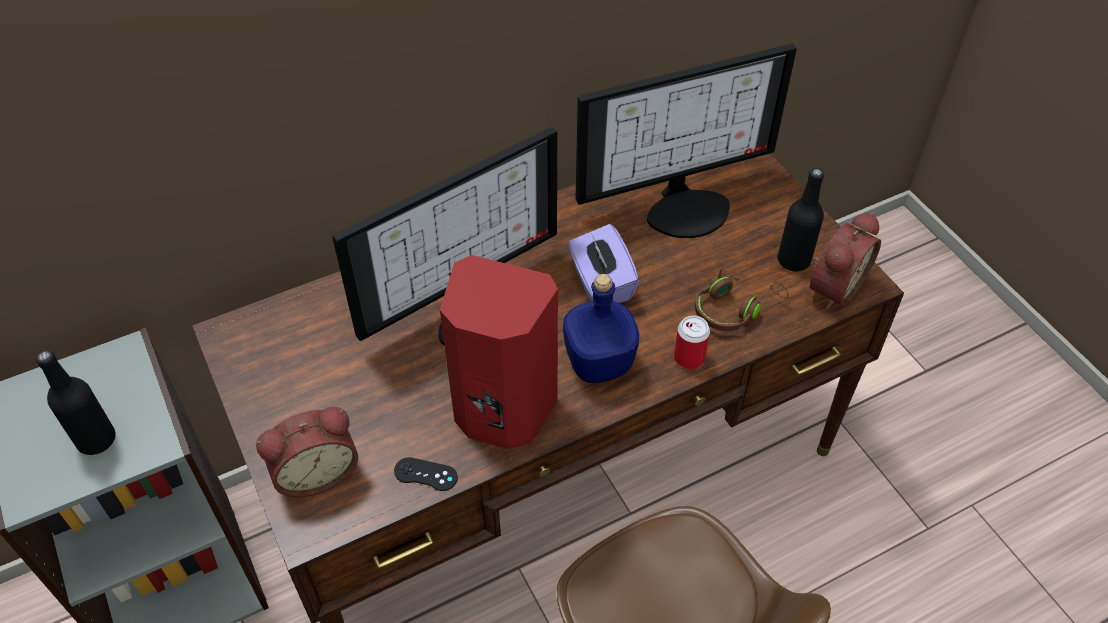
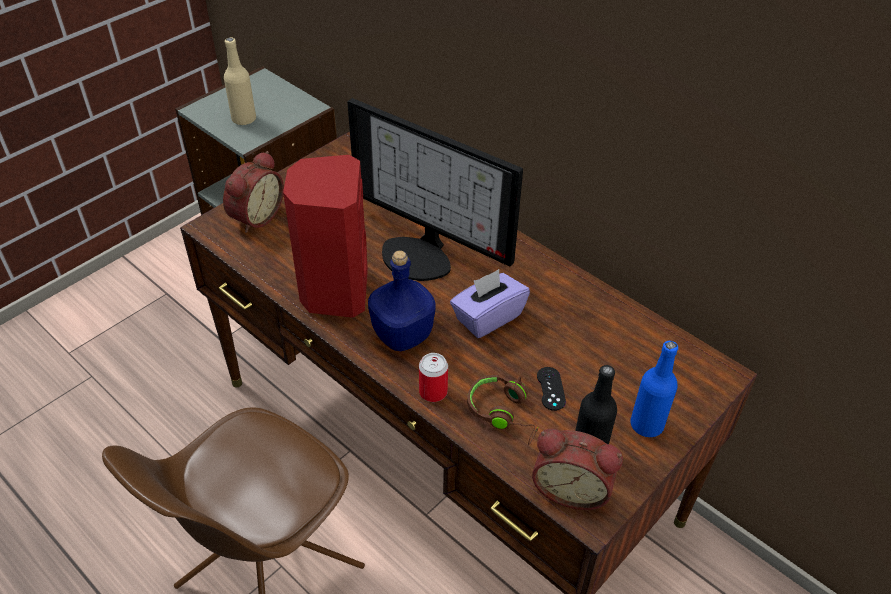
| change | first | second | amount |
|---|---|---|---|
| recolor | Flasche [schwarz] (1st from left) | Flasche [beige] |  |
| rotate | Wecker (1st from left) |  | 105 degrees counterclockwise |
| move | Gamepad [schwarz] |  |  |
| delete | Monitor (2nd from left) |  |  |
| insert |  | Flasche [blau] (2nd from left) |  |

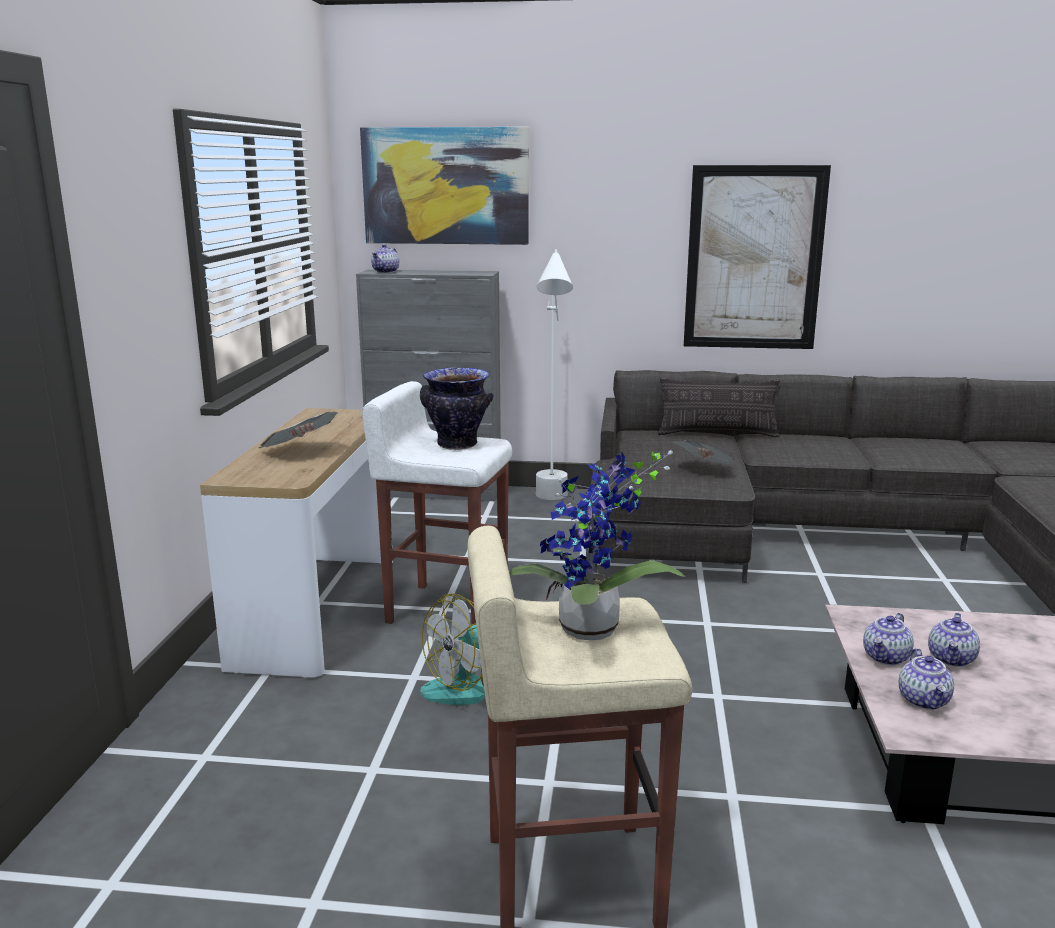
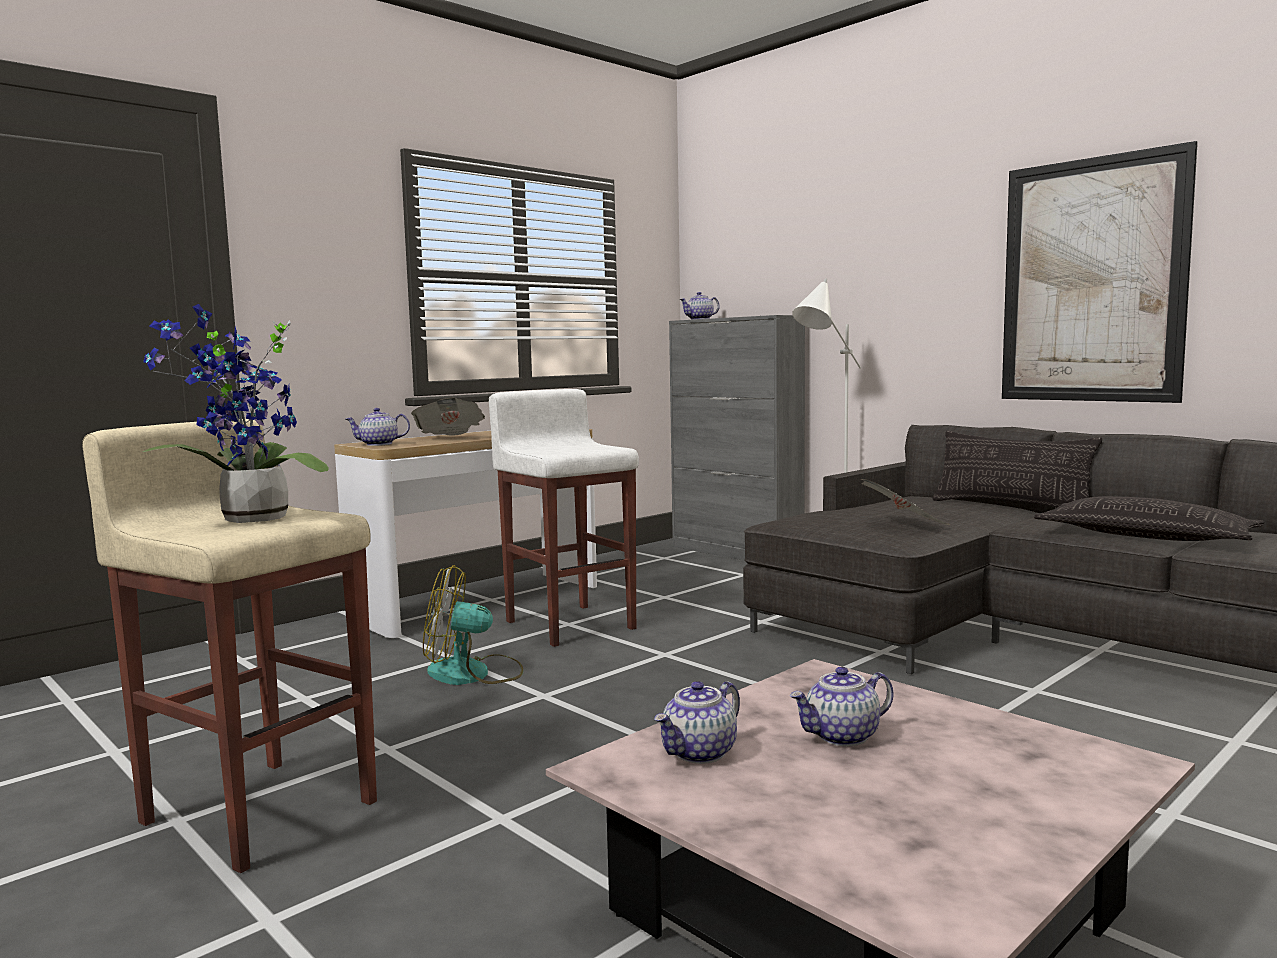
| change | first | second | amount |
|---|---|---|---|
| delete | Bild (1st from left) |  |  |
| delete | Vase |  |  |
| move | Teekanne (2nd from left in the first image) | Teekanne (1st from left) |  |
| insert |  | Kissen (2nd from left) |  |

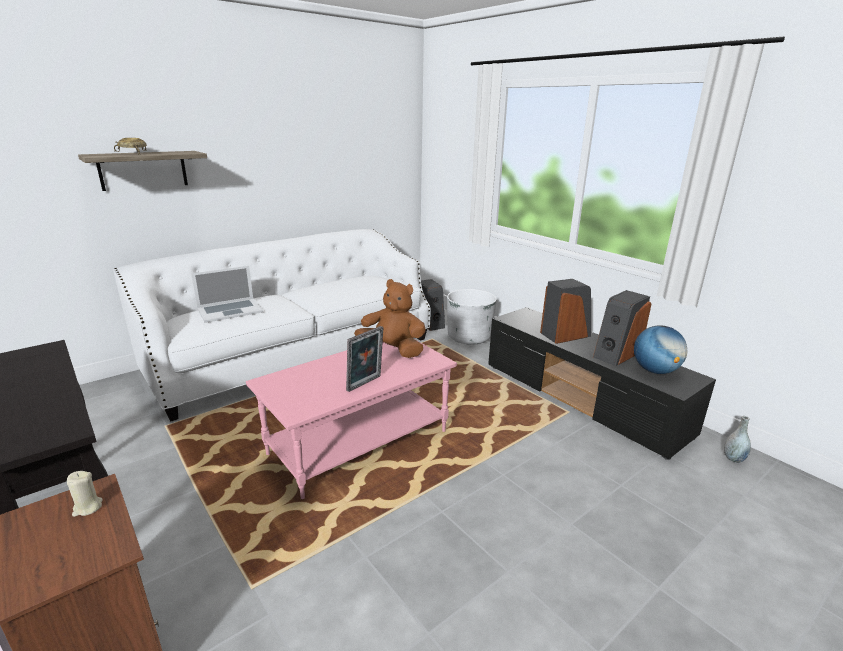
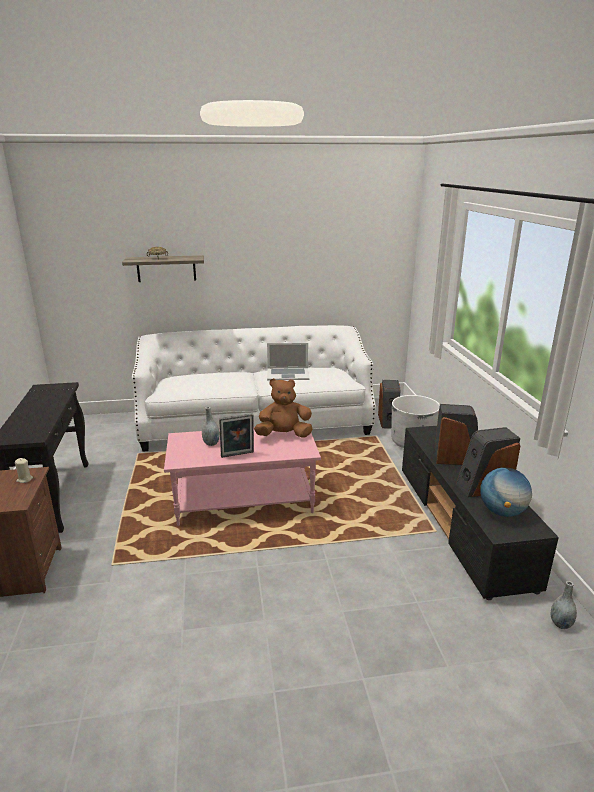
| change | first | second | amount |
|---|---|---|---|
| move | Laptop |  |  |
| rotate | Plüschtier [braun] |  | 60 degrees counterclockwise |
| insert |  | Vase [grau] (1st from left) |  |

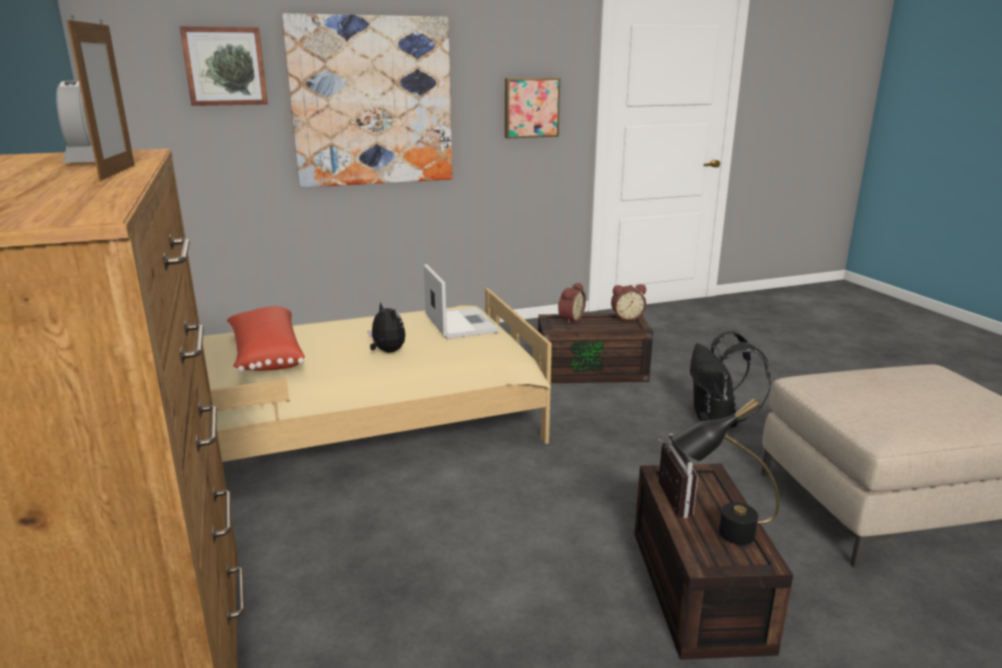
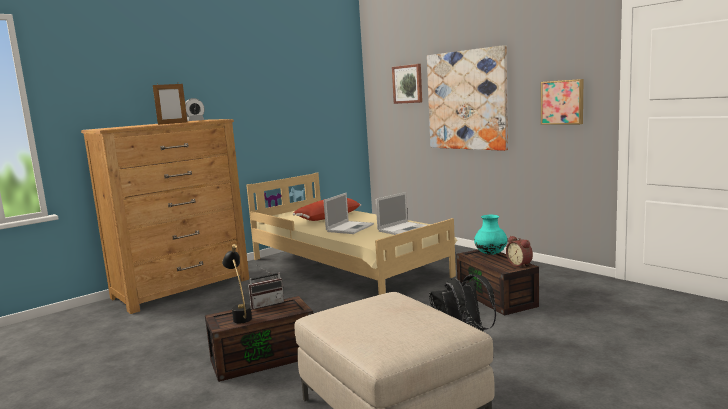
| change | first | second | amount |
|---|---|---|---|
| replace | Plüschtier | Laptop (1st from left) |  |
| replace | Wecker (2nd from left) | Vase [türkis] |  |

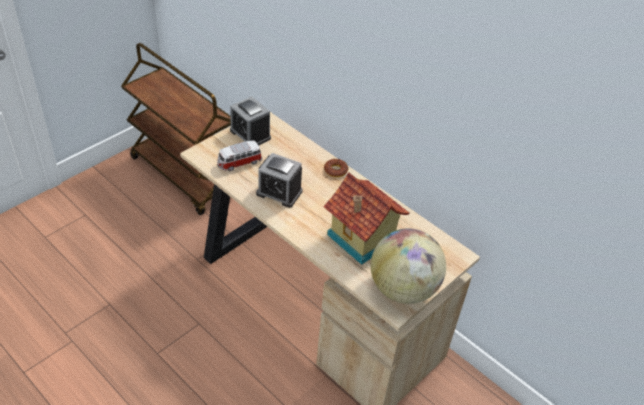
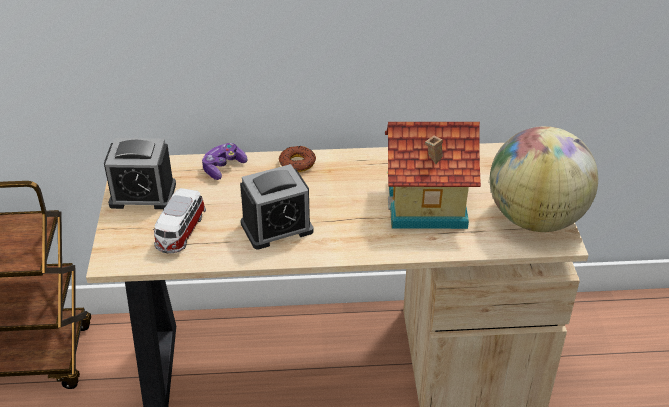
| change | first | second | amount |
|---|---|---|---|
| insert |  | Gamepad |  |

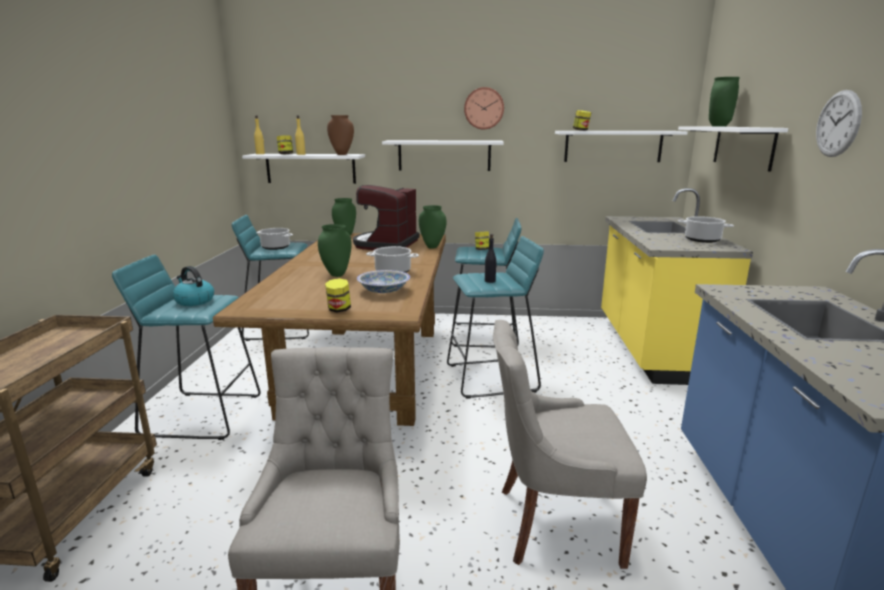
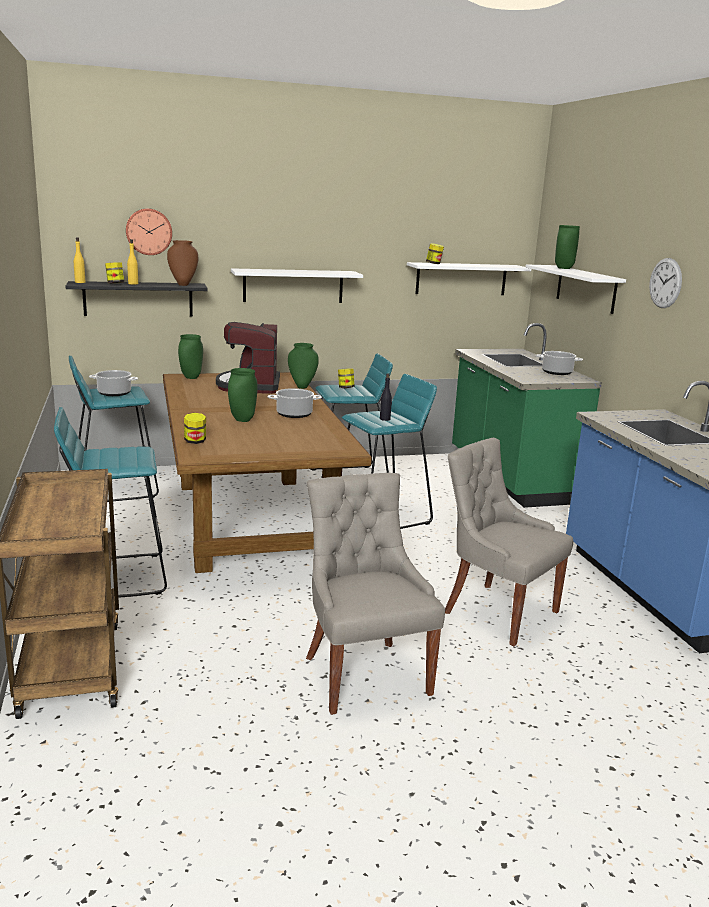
| change | first | second | amount |
|---|---|---|---|
| delete | Wasserkessel |  |  |
| recolor | Wandregal [weiß] (1st from left) | Wandregal [schwarz] |  |
| move | Vorratsglas (2nd from left) |  |  |
| delete | Schüssel |  |  |
| move | Wanduhr (1st from left) |  |  |
| rotate | Stuhl [grau] (2nd from left) |  | 60 degrees clockwise |
| recolor | Küchenzeile [gelb] | Küchenzeile [grün] |  |

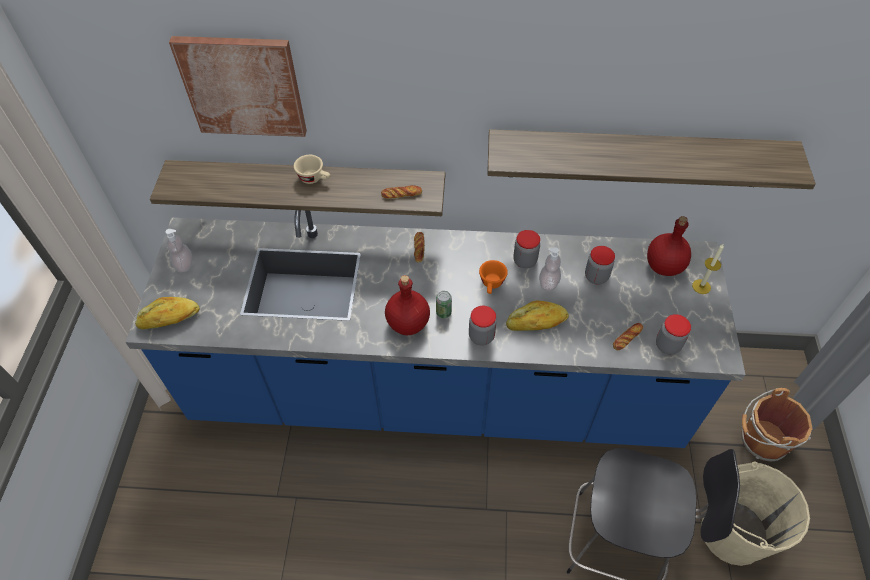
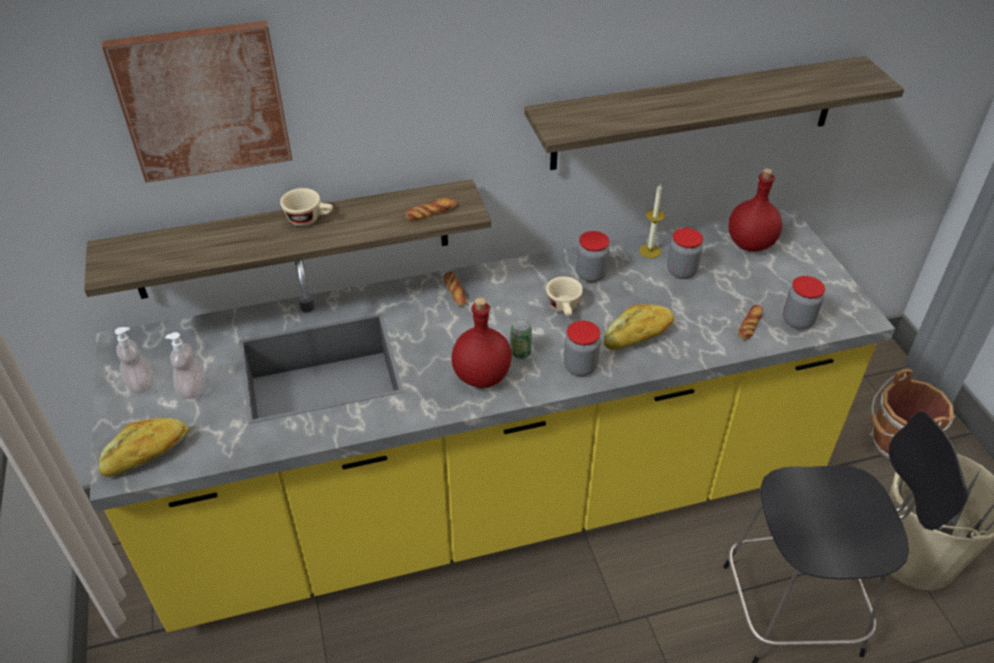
| change | first | second | amount |
|---|---|---|---|
| recolor | Küchenzeile [blau] | Küchenzeile [gelb] |  |
| recolor | Tasse [orange] | Tasse [beige] (2nd from left) |  |
| move | Seifenspender (2nd from left) |  |  |
| move | Kerze |  |  |

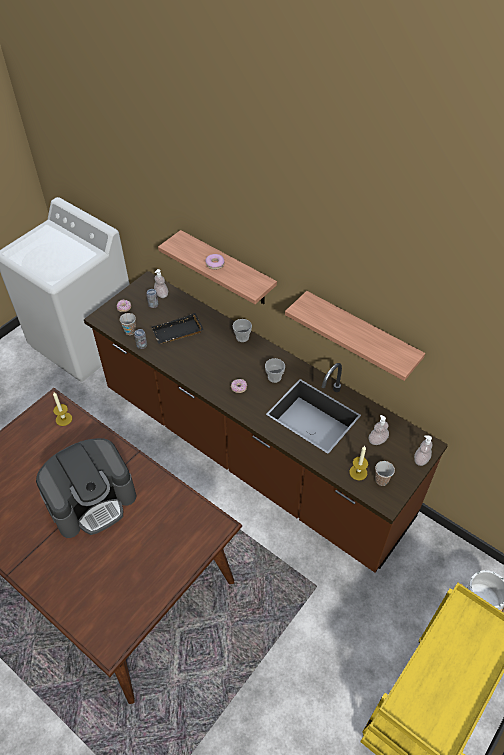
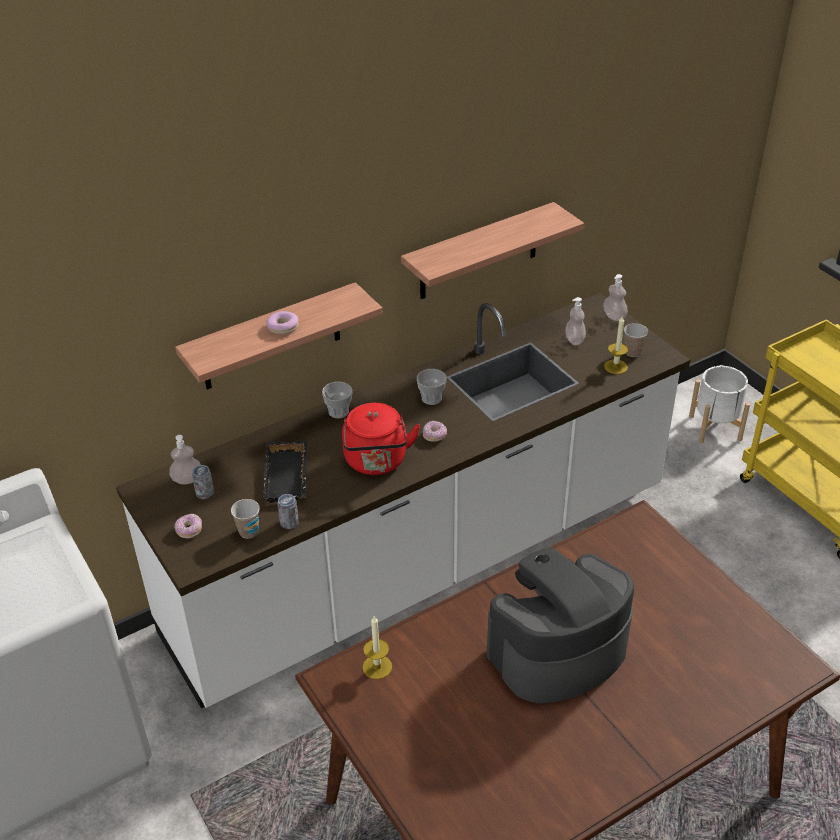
| change | first | second | amount |
|---|---|---|---|
| rotate | Kaffeemaschine |  | 105 degrees counterclockwise |
| recolor | Küchenzeile [braun] | Küchenzeile [weiß] |  |
| insert |  | Wasserkessel [rot] |  |

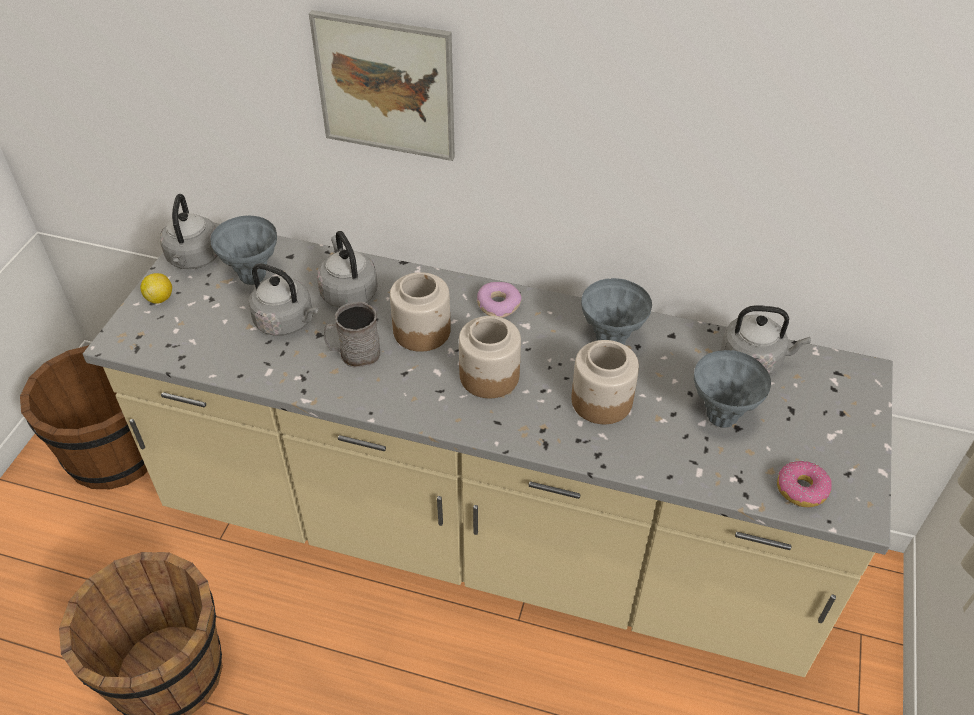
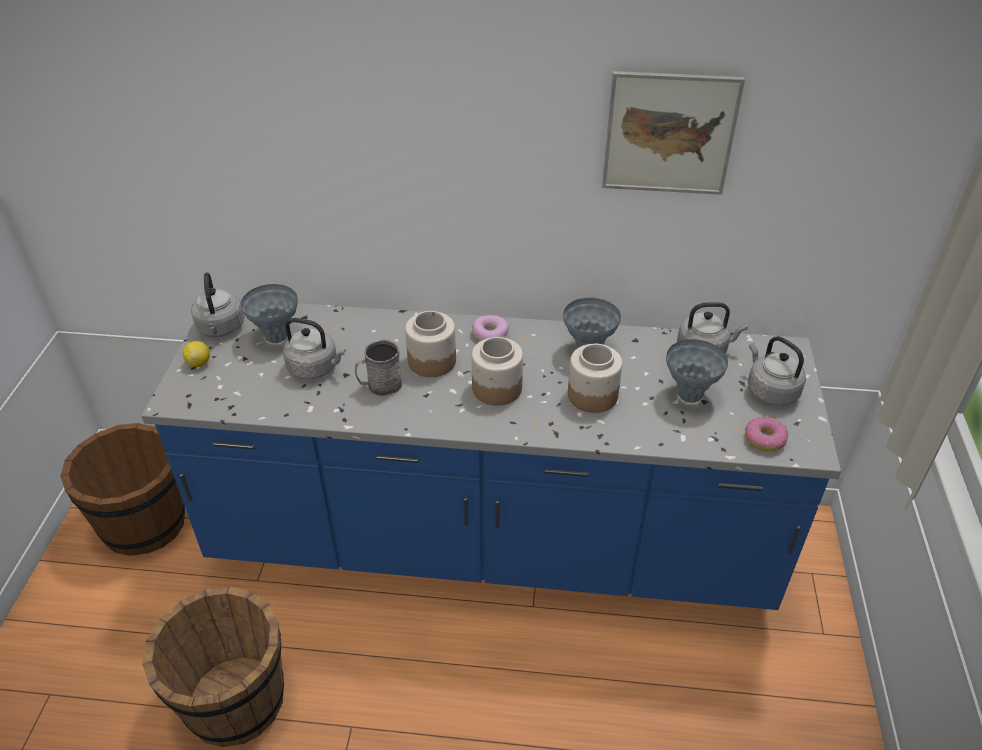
| change | first | second | amount |
|---|---|---|---|
| recolor | Küchenzeile [beige] | Küchenzeile [blau] |  |
| move | Bild |  |  |
| move | Wasserkessel [grau] (3rd from left in the first image) | Wasserkessel [grau] (4th from left) |  |

